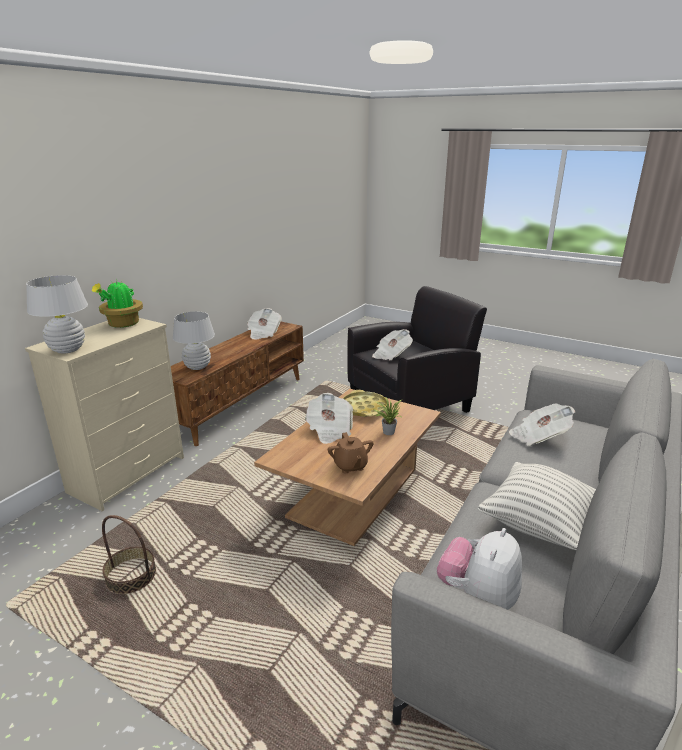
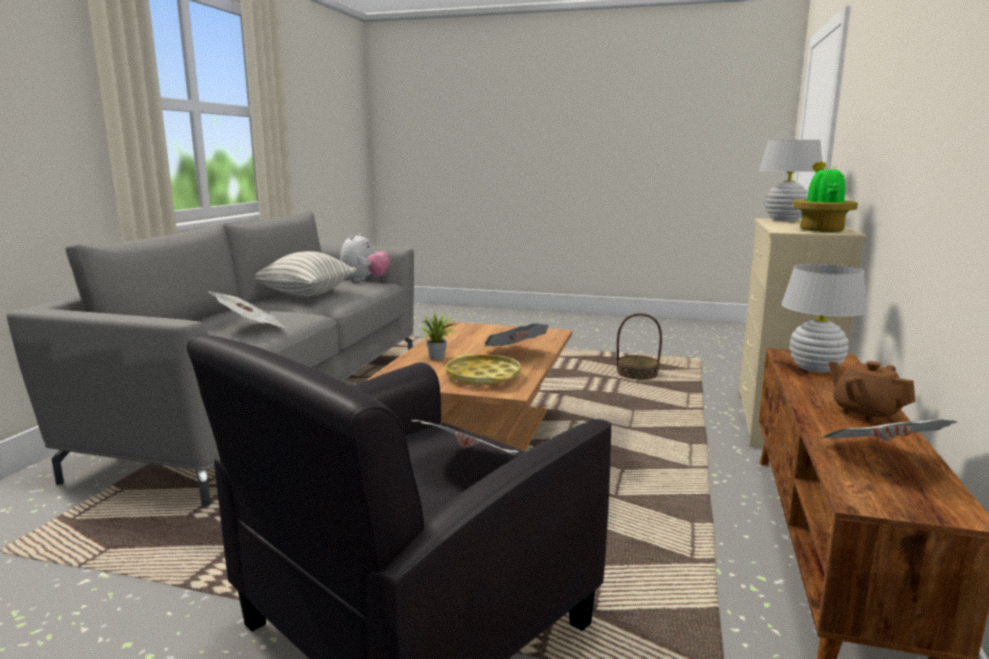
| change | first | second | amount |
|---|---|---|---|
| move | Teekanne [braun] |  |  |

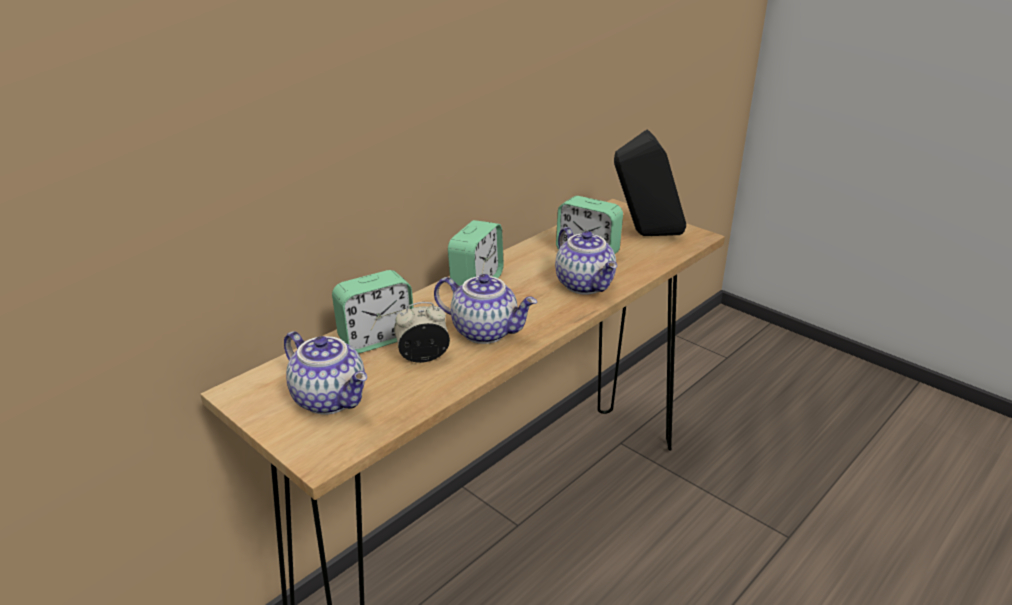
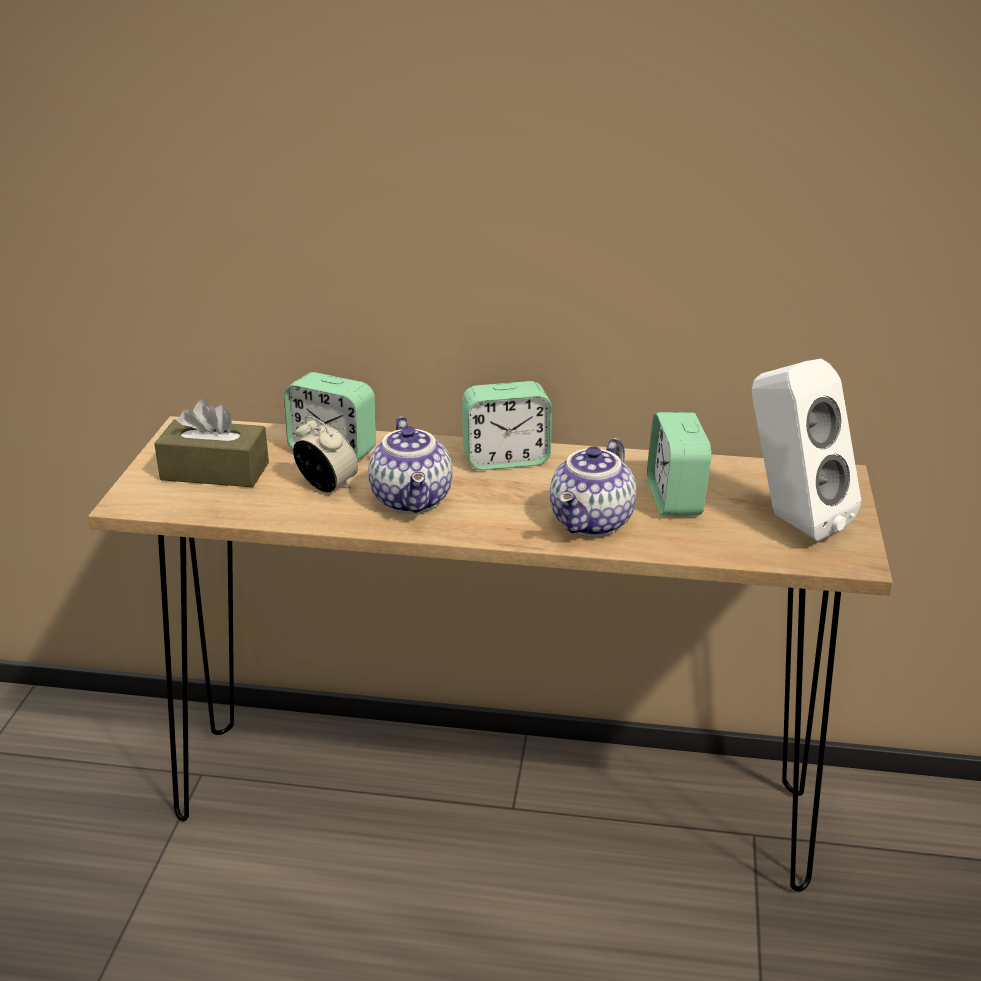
| change | first | second | amount |
|---|---|---|---|
| replace | Teekanne (1st from left) | Taschentuchbox [braun] |  |
| recolor | Lautsprecher [schwarz] | Lautsprecher [weiß] |  |

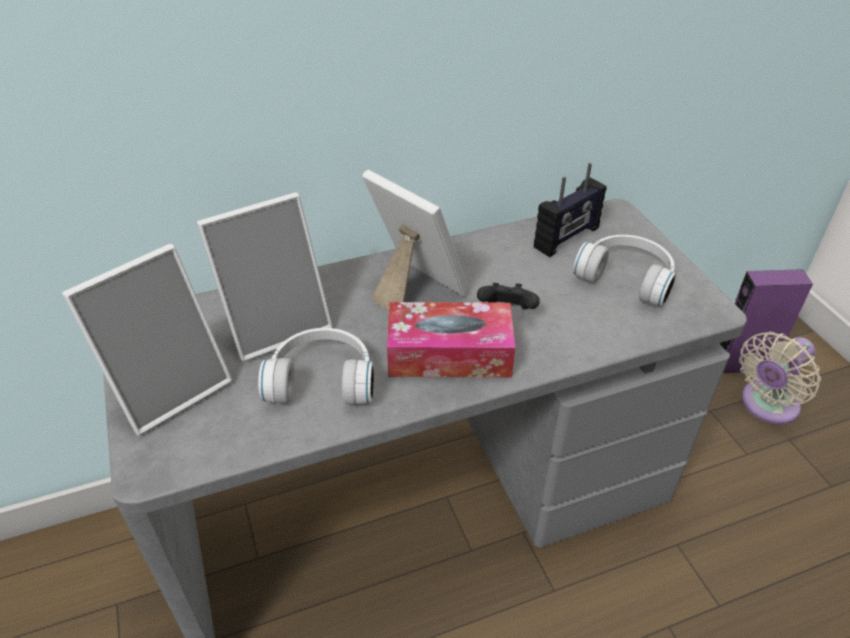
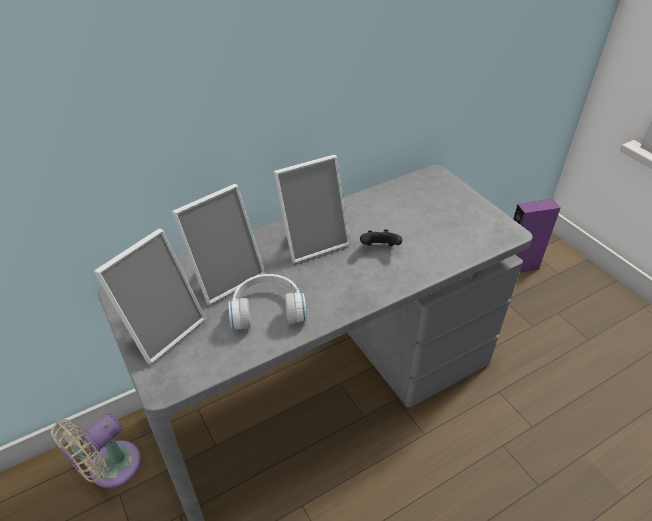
| change | first | second | amount |
|---|---|---|---|
| rotate | Bilderrahmen (3rd from left) |  | 120 degrees clockwise |
| delete | Taschentuchbox |  |  |
| delete | Radio |  |  |
| delete | Kopfhörer [weiß] (2nd from left) |  |  |
| move | Ventilator [beige] |  |  |

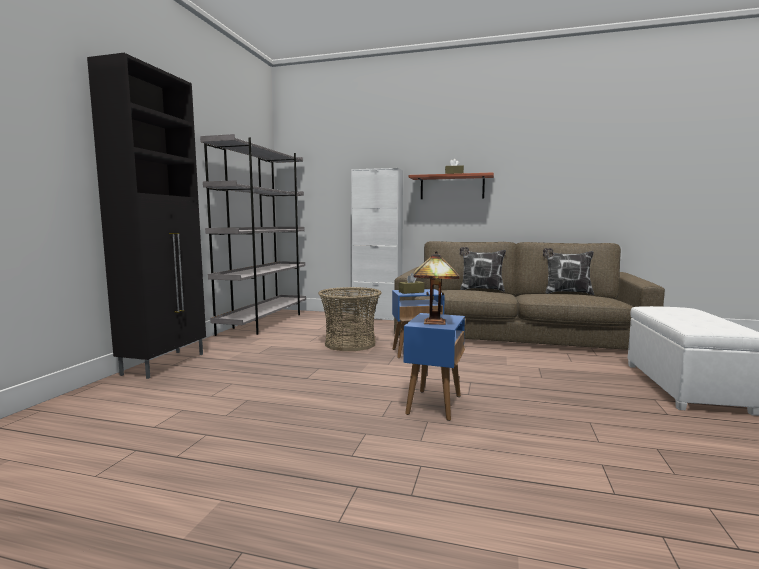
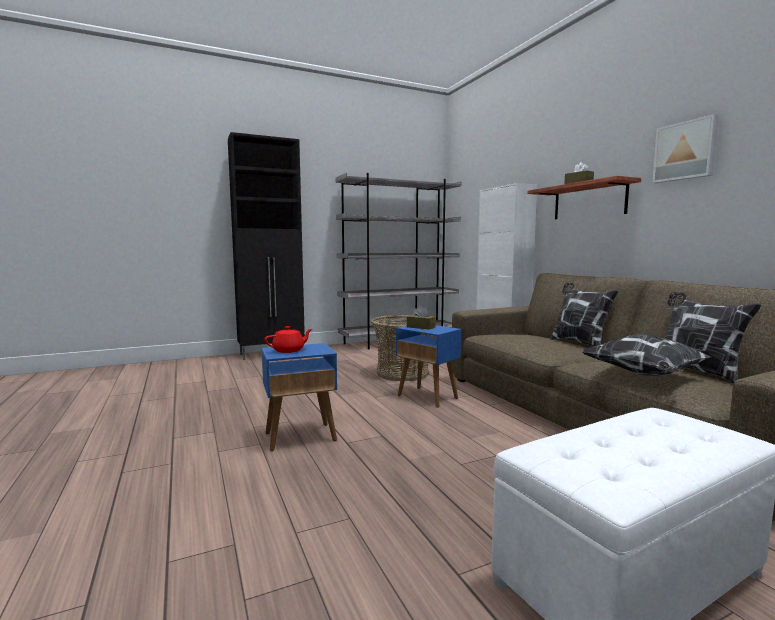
| change | first | second | amount |
|---|---|---|---|
| replace | Tischlampe | Teekanne [rot] |  |
| insert |  | Kissen (2nd from left) |  |
| insert |  | Bild |  |

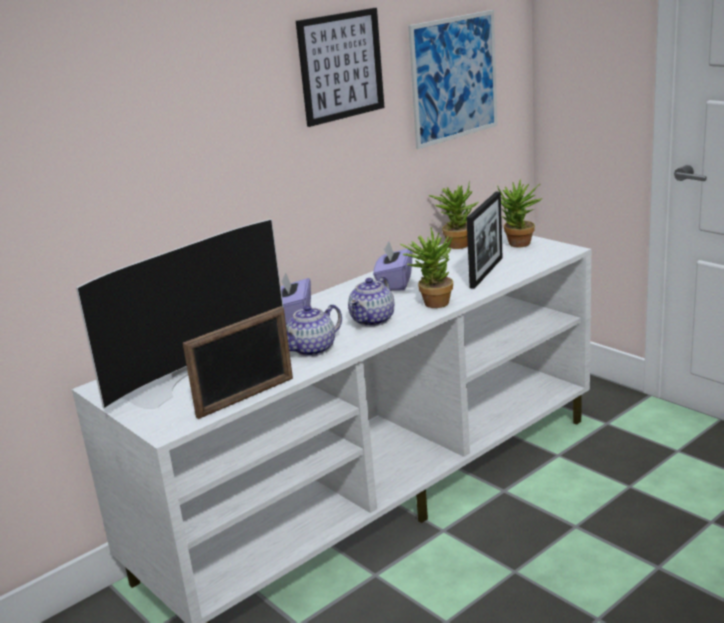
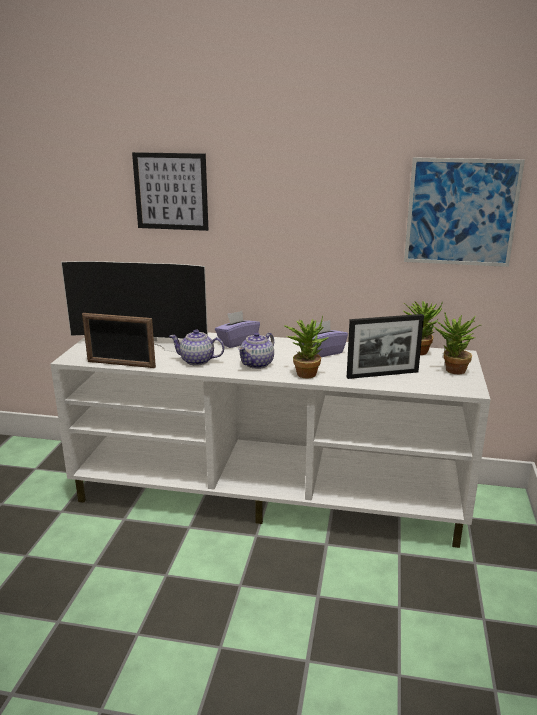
| change | first | second | amount |
|---|---|---|---|
| move | Bild (1st from left) |  |  |
| rotate | Teekanne (2nd from left) |  | 45 degrees counterclockwise |

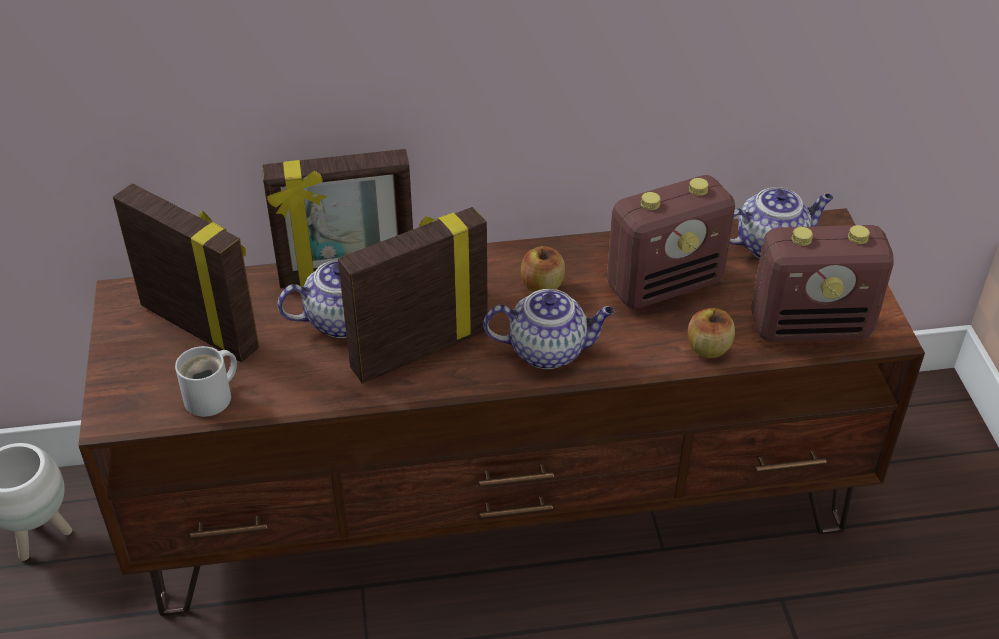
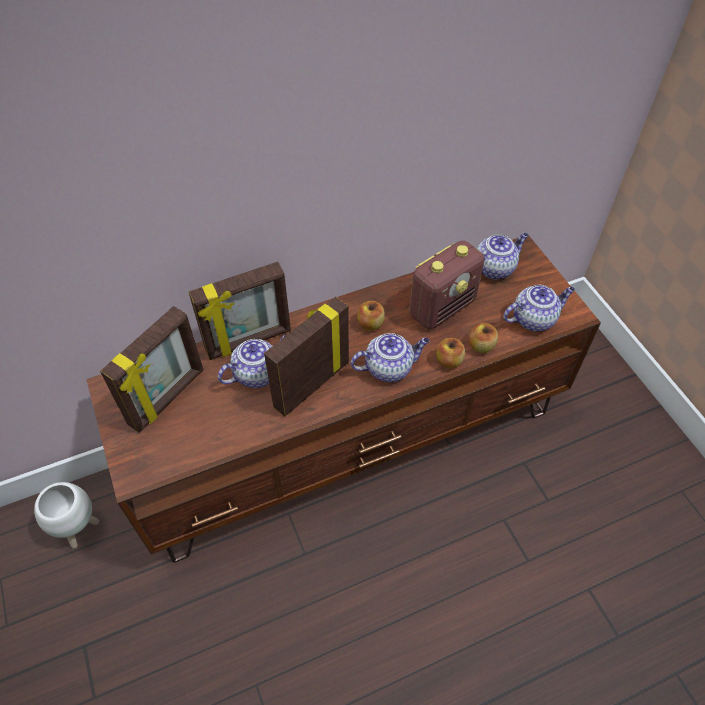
| change | first | second | amount |
|---|---|---|---|
| rotate | Bilderrahmen (1st from left) |  | 105 degrees clockwise |
| delete | Henkelbecher [weiß] |  |  |
| replace | Radio (2nd from left) | Teekanne (4th from left) |  |
| insert |  | Apfel (2nd from left) |  |

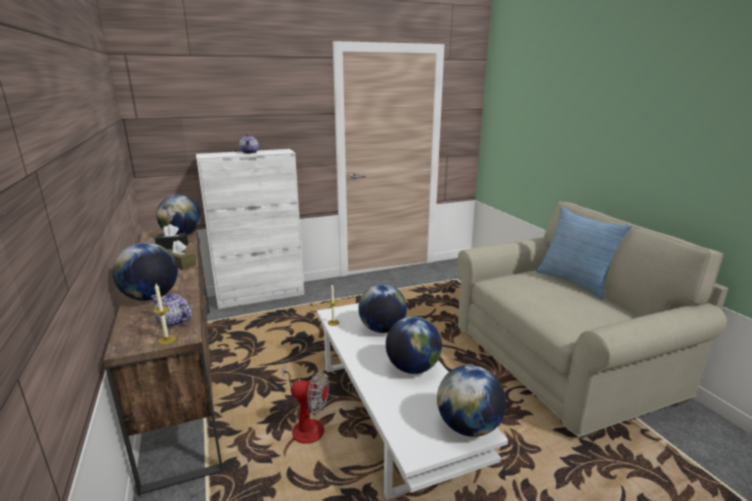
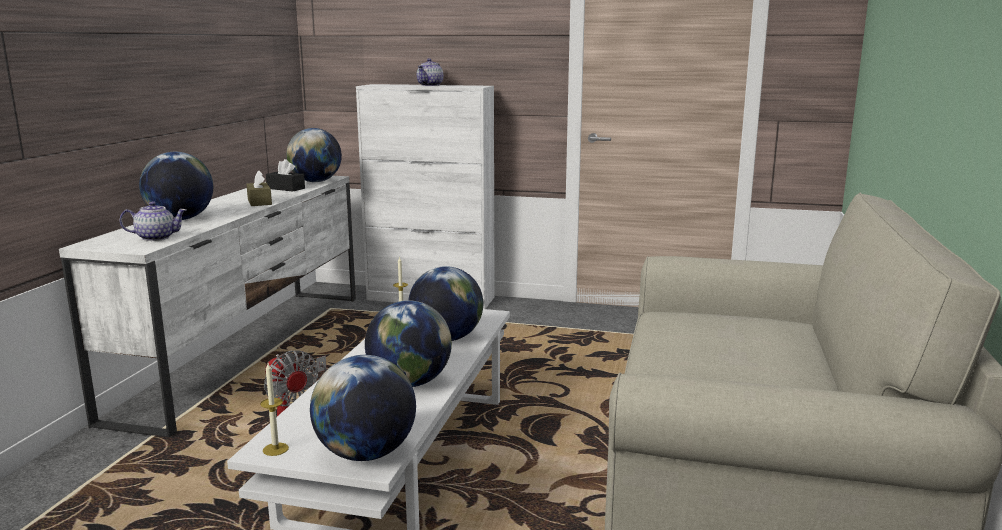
| change | first | second | amount |
|---|---|---|---|
| recolor | Fernsehschrank [braun] | Fernsehschrank [weiß] |  |
| rotate | Teekanne (1st from left) |  | 105 degrees clockwise |
| move | Kerze (1st from left) |  |  |
| delete | Kissen |  |  |

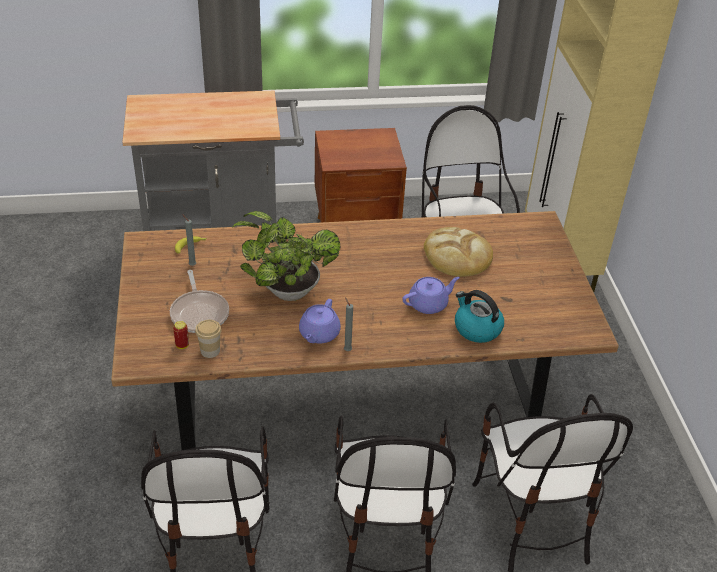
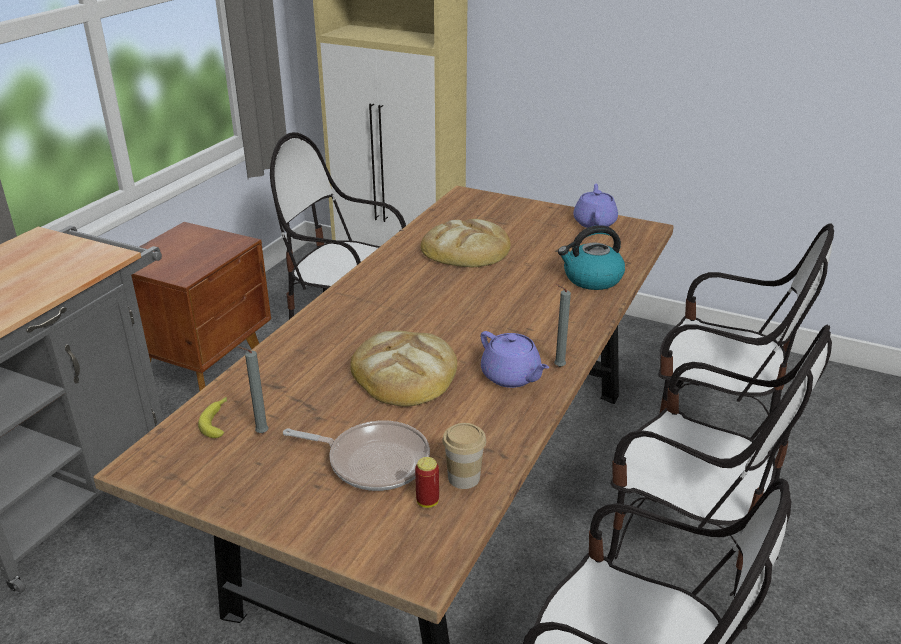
| change | first | second | amount |
|---|---|---|---|
| replace | Topfpflanze | Brot (1st from left) |  |
| move | Teekanne [lila] (2nd from left) |  |  |

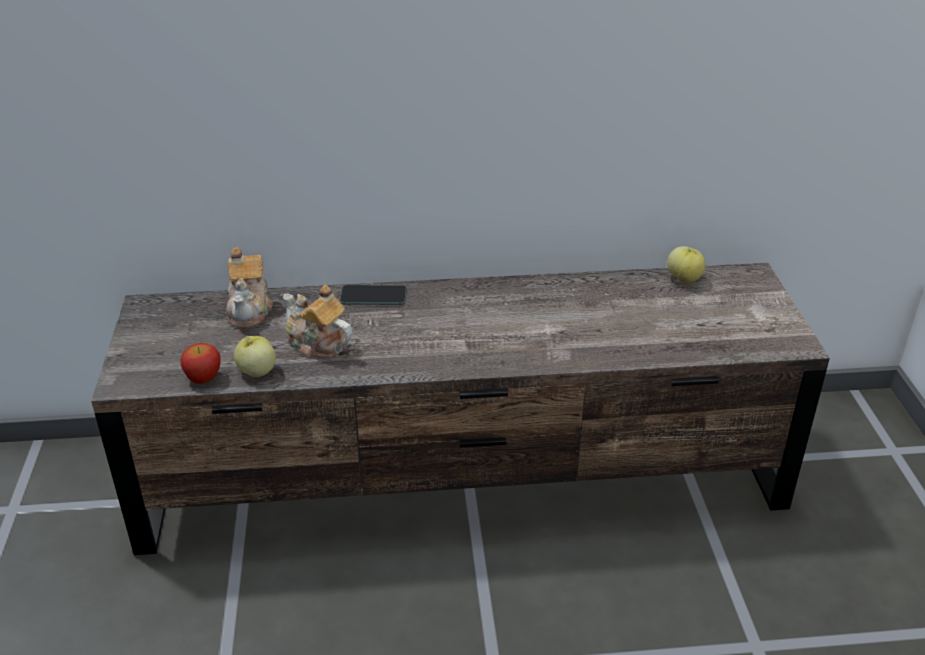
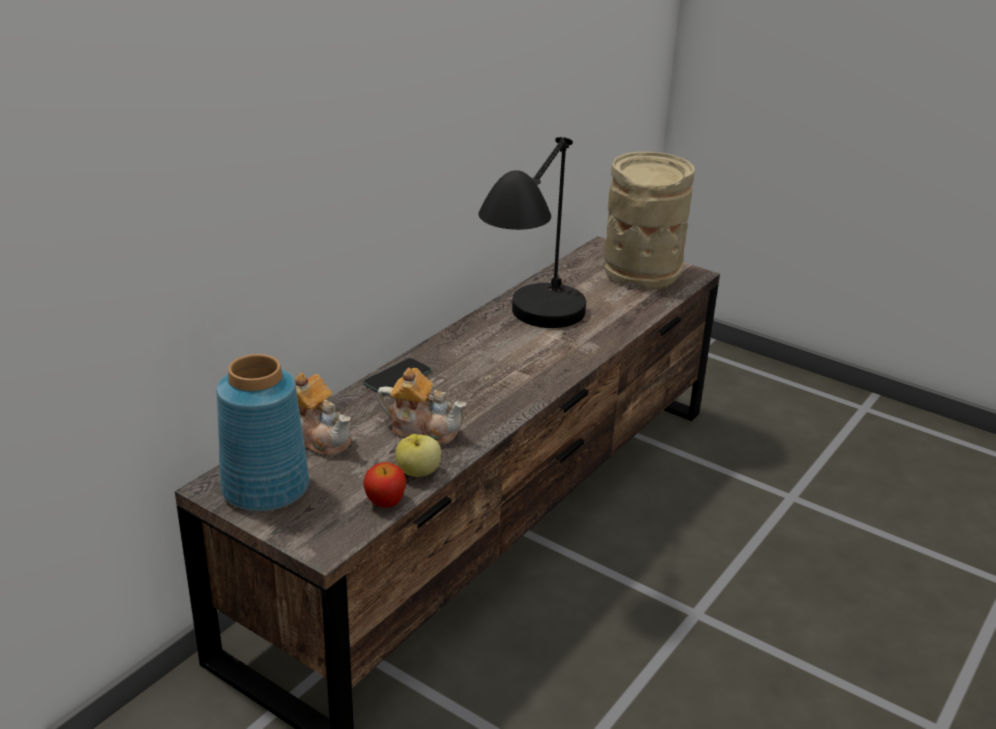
| change | first | second | amount |
|---|---|---|---|
| rotate | Teekanne (2nd from left) |  | 150 degrees counterclockwise |
| delete | Apfel (3rd from left) |  |  |
| insert |  | Vase [blau] |  |
| insert |  | Tischlampe [schwarz] |  |
| insert |  | Vase [beige] |  |

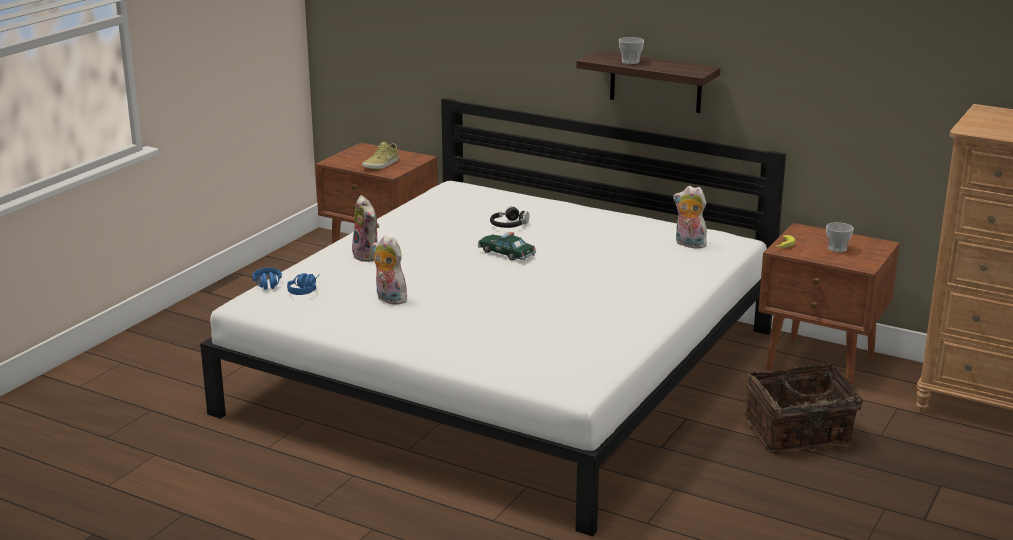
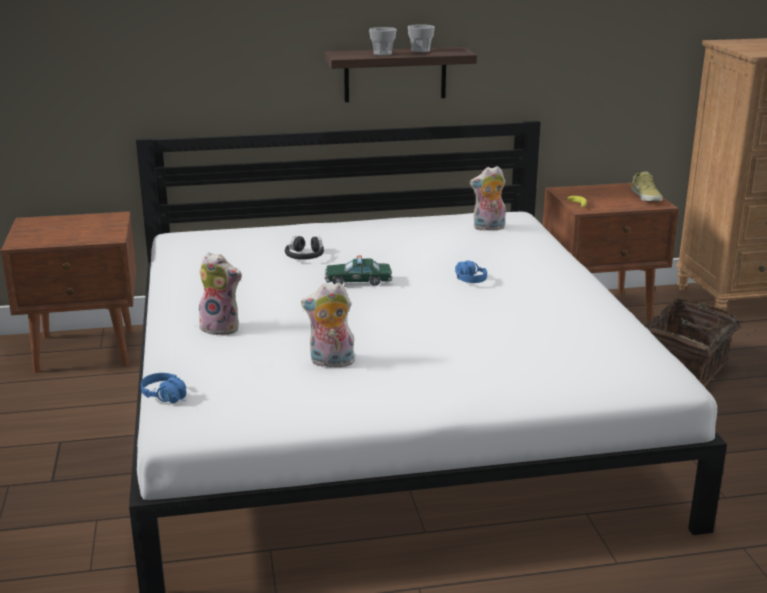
| change | first | second | amount |
|---|---|---|---|
| move | Kopfhörer [blau] (2nd from left) |  |  |
| move | Schuh [beige] |  |  |
| move | Tasse (2nd from left) |  |  |

